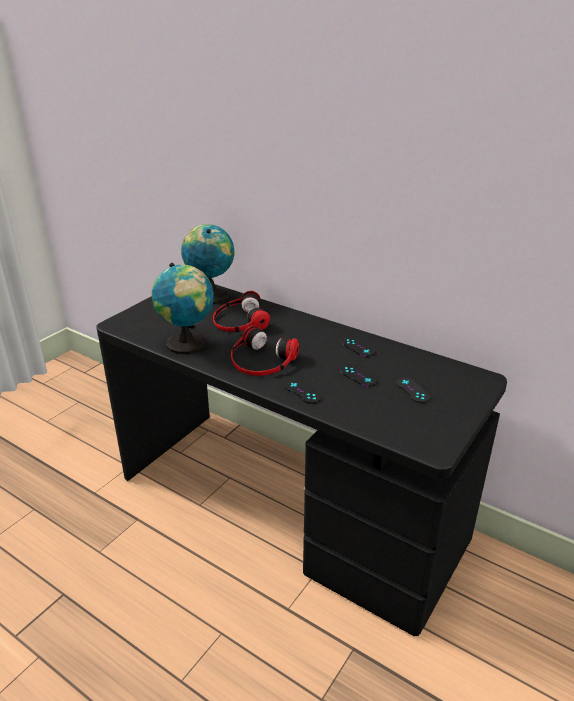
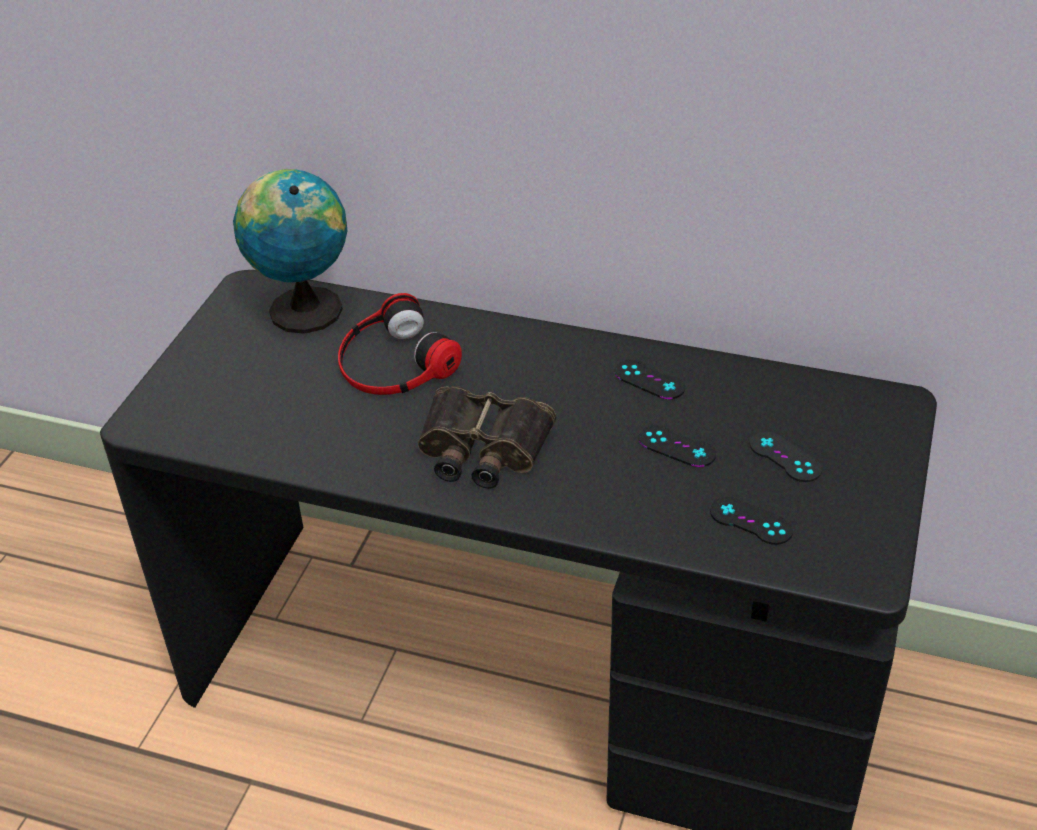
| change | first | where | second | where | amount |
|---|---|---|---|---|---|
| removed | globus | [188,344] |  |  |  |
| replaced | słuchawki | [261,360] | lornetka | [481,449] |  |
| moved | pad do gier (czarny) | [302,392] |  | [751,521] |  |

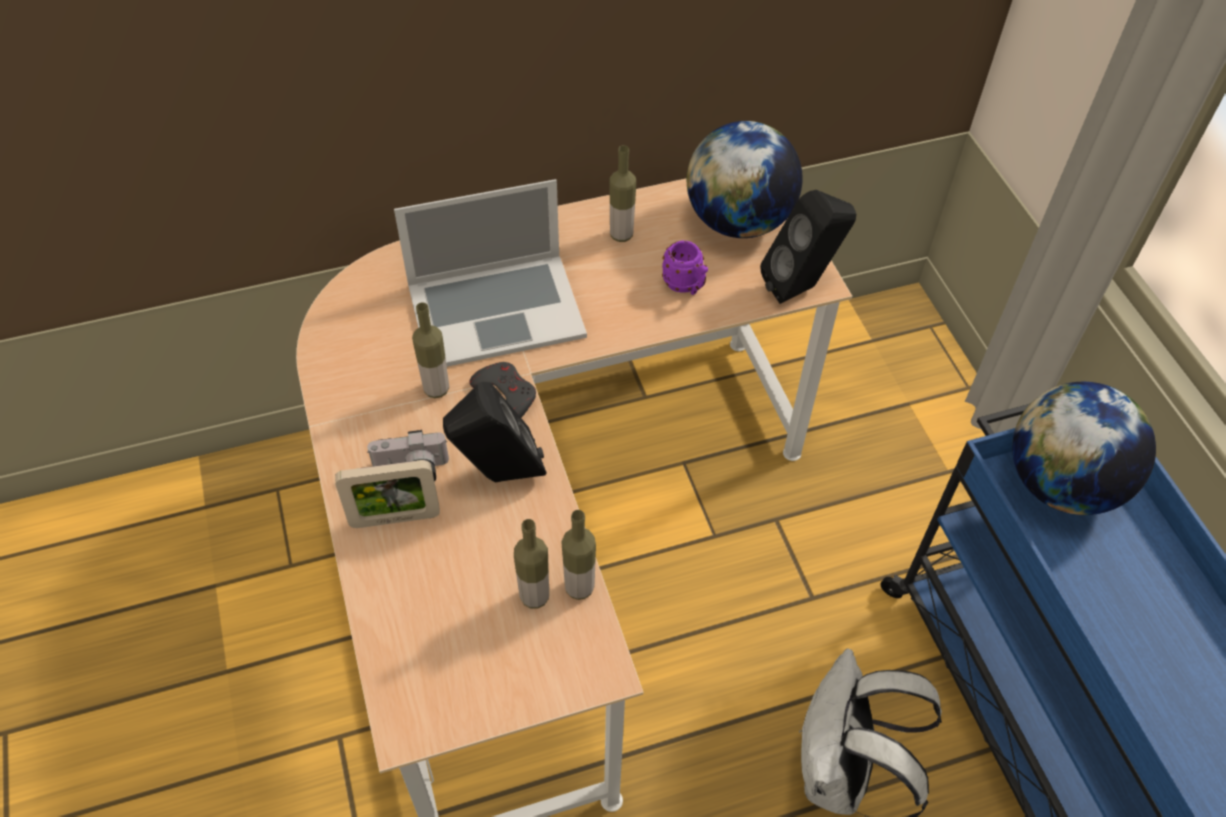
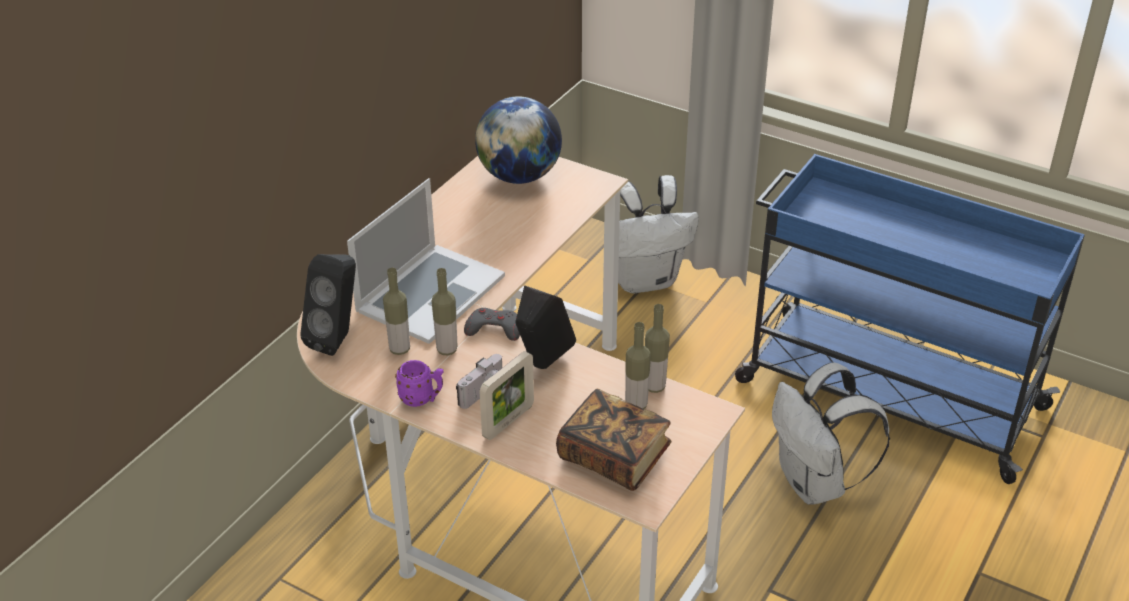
| change | first | where | second | where | amount |
|---|---|---|---|---|---|
| moved | butelka | [621,235] |  | [399,349] |  |
| moved | głośnik (czarny) | [801,287] |  | [338,339] |  |
| moved | kubek (fioletowy) | [685,286] |  | [422,399] |  |
| removed | globus | [1061,484] |  |  |  |
| added |  |  | plecak (biały) | [646,279] |  |
| added |  |  | książka | [614,457] |  |

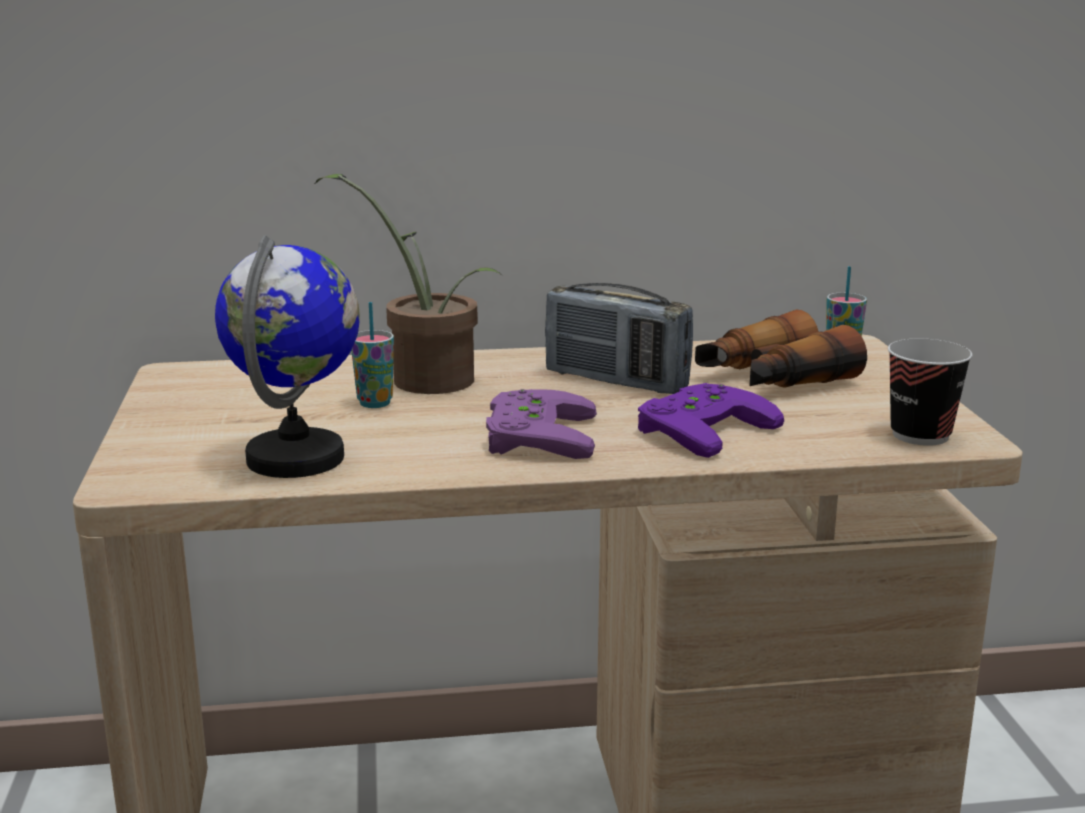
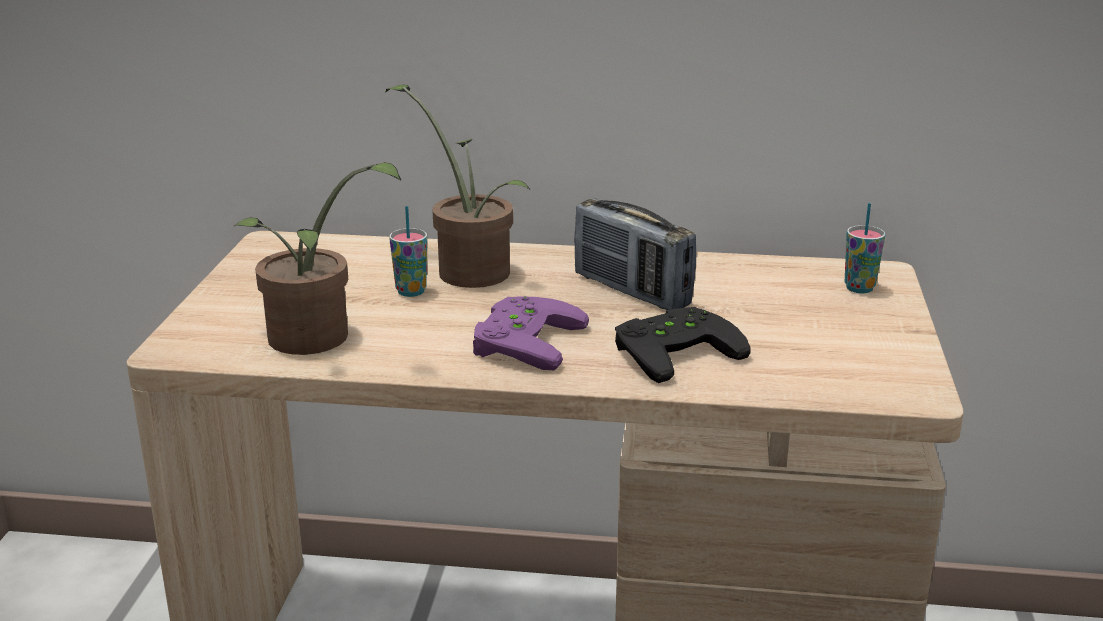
| change | first | where | second | where | amount |
|---|---|---|---|---|---|
| replaced | globus | [297,458] | roślina doniczkowa | [316,340] |  |
| removed | lornetka | [772,380] |  |  |  |
| removed | filiżanka | [920,435] |  |  |  |
| recoloured | pad do gier (fioletowy) | [699,427] | pad do gier (czarny) | [673,349] |  |

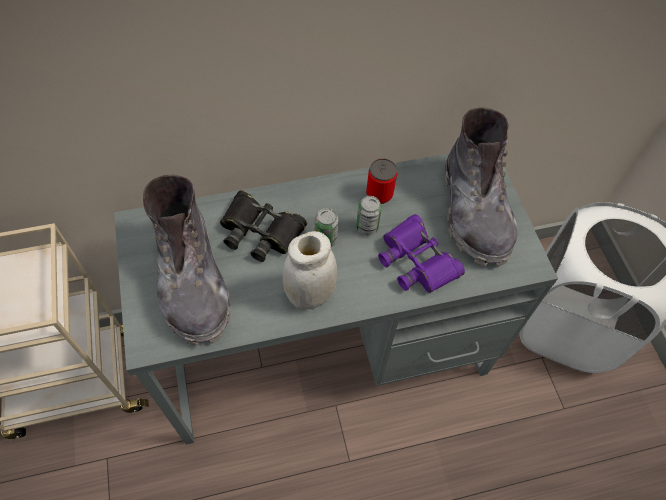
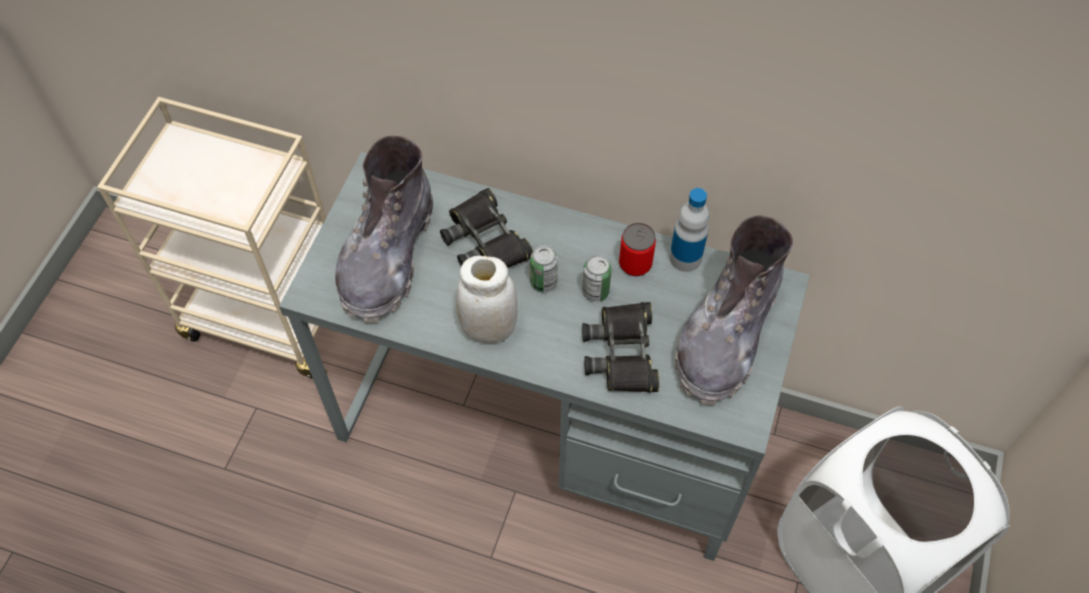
| change | first | where | second | where | amount |
|---|---|---|---|---|---|
| recoloured | lornetka (fioletowy) | [417,260] | lornetka (czarny) | [622,352] |  |
| added |  |  | butelka | [685,258] |  |

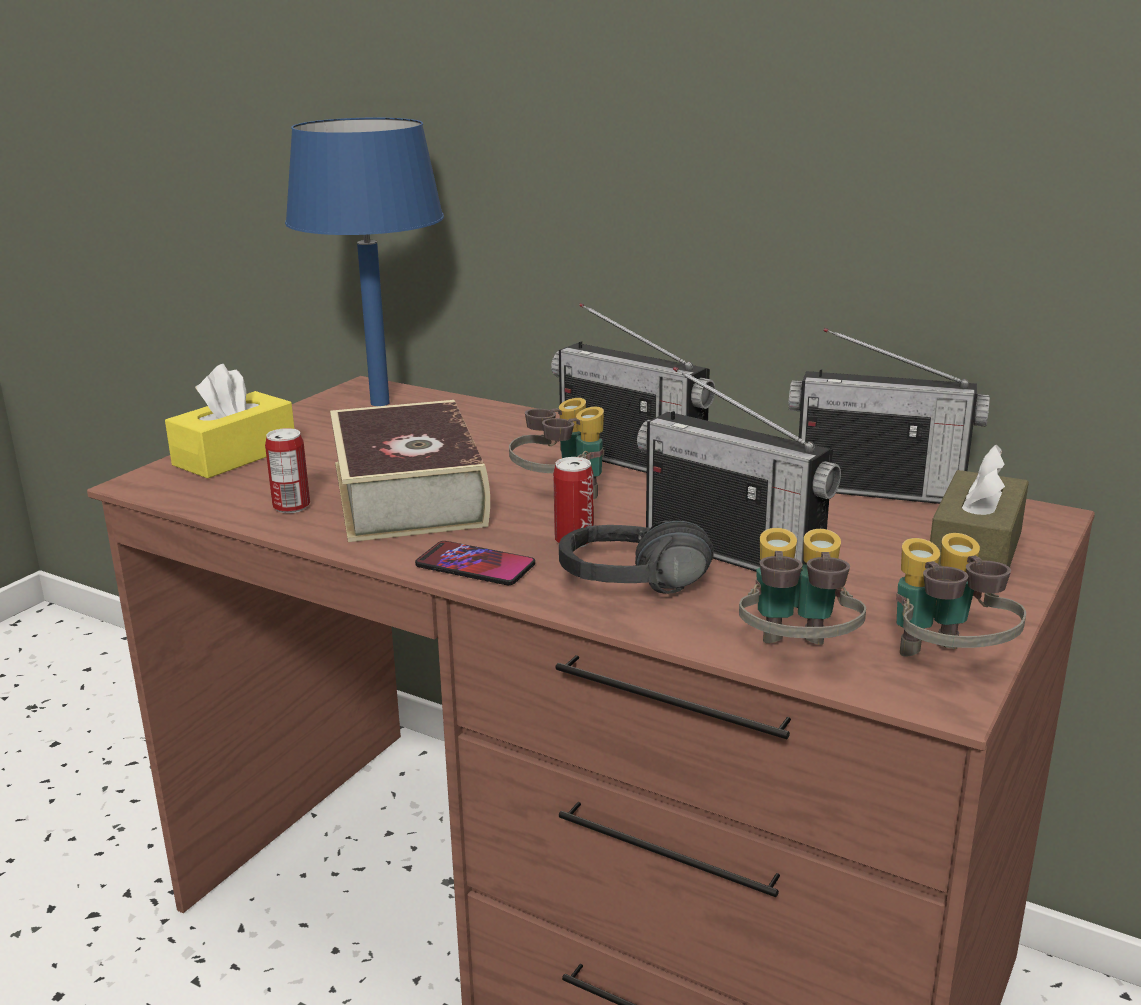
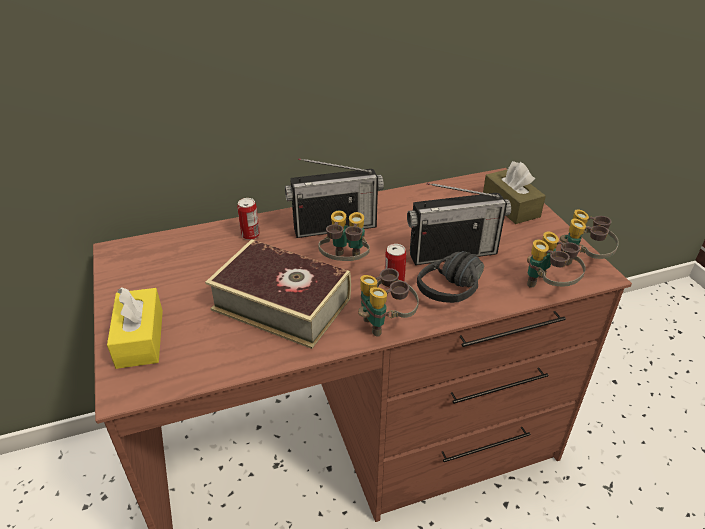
| change | first | where | second | where | amount |
|---|---|---|---|---|---|
| removed | lampa stołowa (niebieski) | [379,403] |  |  |  |
| removed | radio | [878,490] |  |  |  |
| moved | puszka | [291,506] |  | [250,235] |  |
| replaced | telefon | [475,565] | lornetka | [385,322] |  |

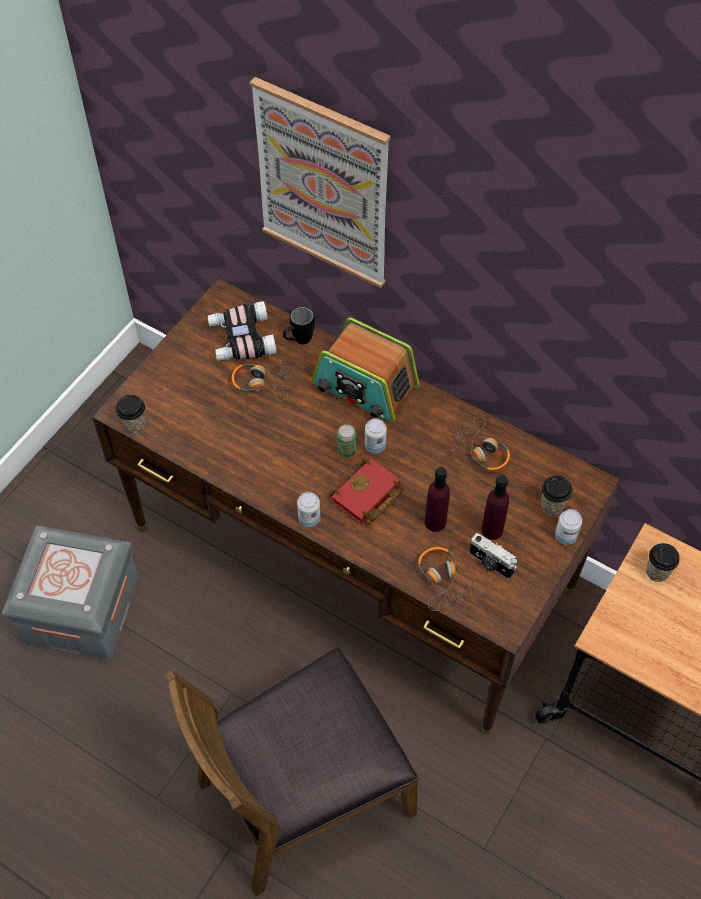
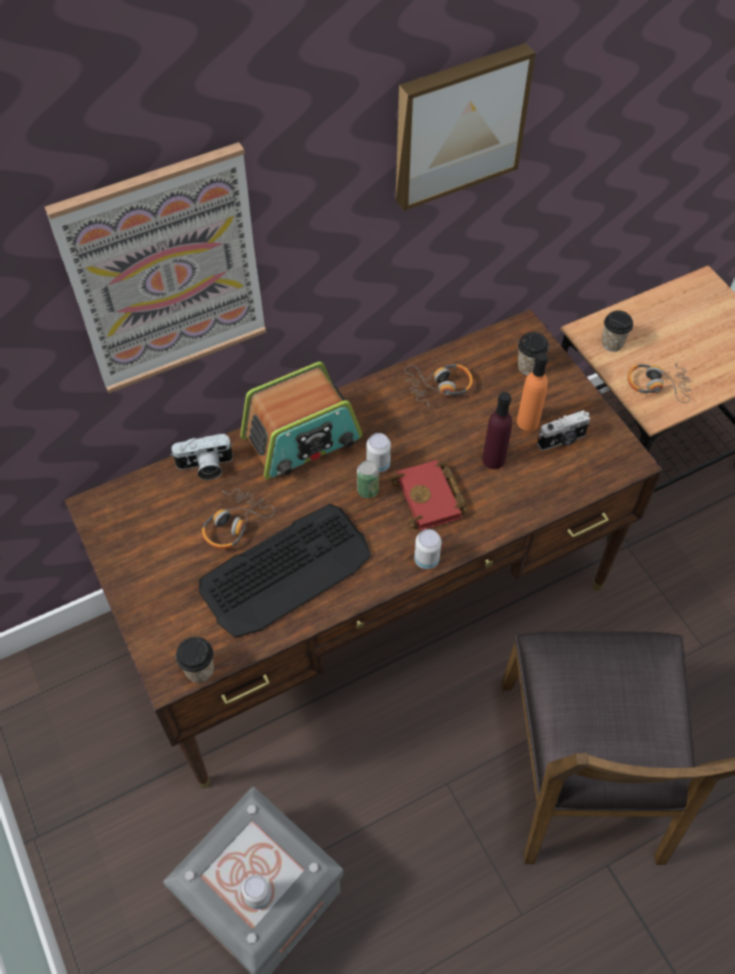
| change | first | where | second | where | amount |
|---|---|---|---|---|---|
| removed | lornetka | [240,339] |  |  |  |
| replaced | kubek (czarny) | [298,341] | aparat fotograficzny | [205,467] |  |
| recoloured | butelka (fioletowy) | [492,530] | butelka (pomarańczowy) | [528,421] |  |
| moved | puszka | [565,536] |  | [258,896] |  |
| moved | słuchawki | [442,580] |  | [657,385] |  |
| added |  |  | obraz | [458,124] |  |
| added |  |  | klawiatura | [286,570] |  |

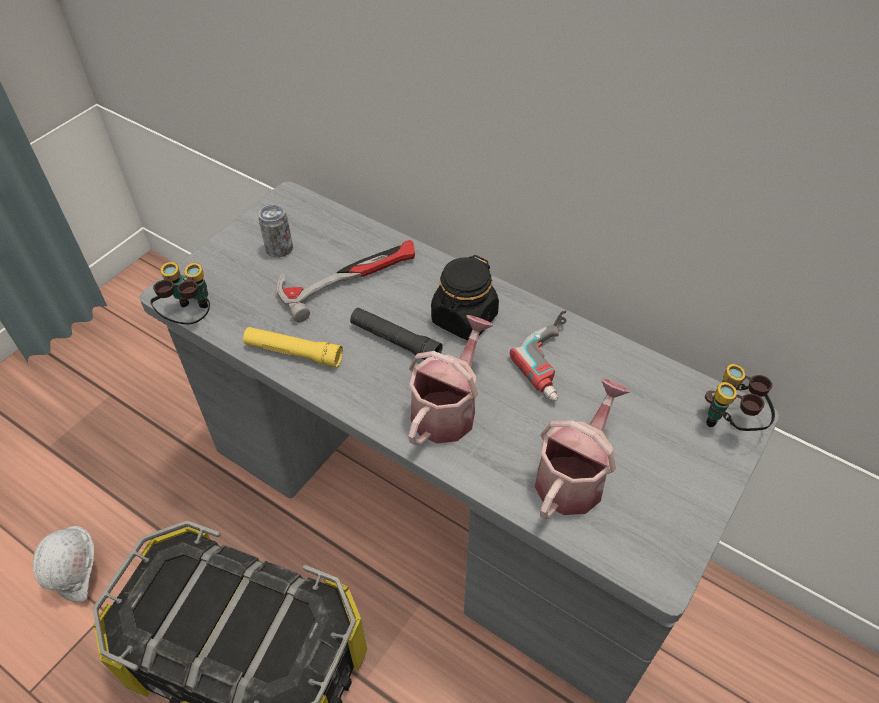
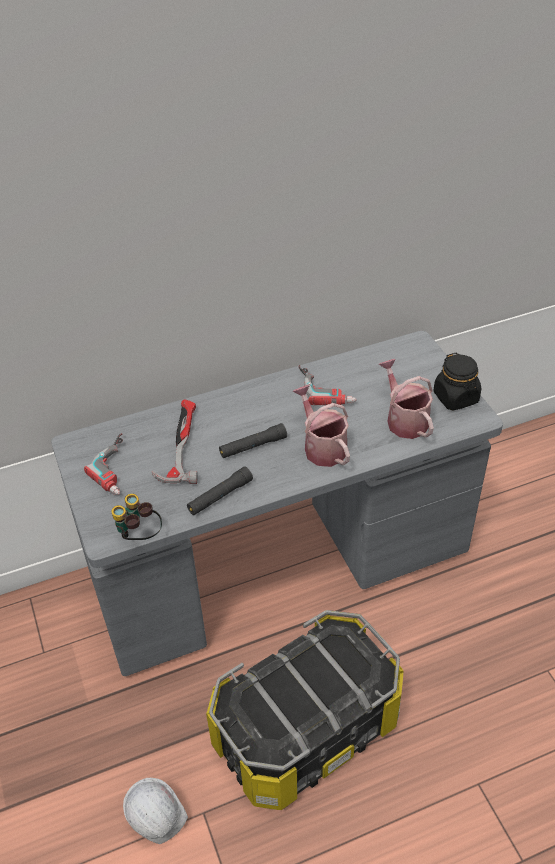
| change | first | where | second | where | amount |
|---|---|---|---|---|---|
| replaced | puszka | [279,249] | wiertarka | [119,468] |  |
| moved | słoik (czarny) | [464,319] |  | [456,397] |  |
| recoloured | latarka (żółty) | [293,353] | latarka (czarny) | [220,496] |  |
| removed | lornetka | [731,423] |  |  |  |

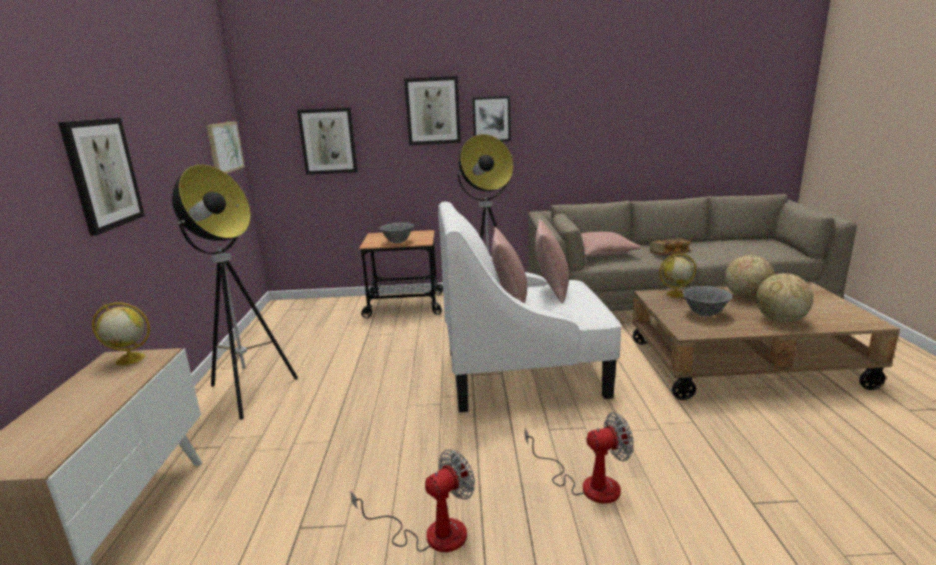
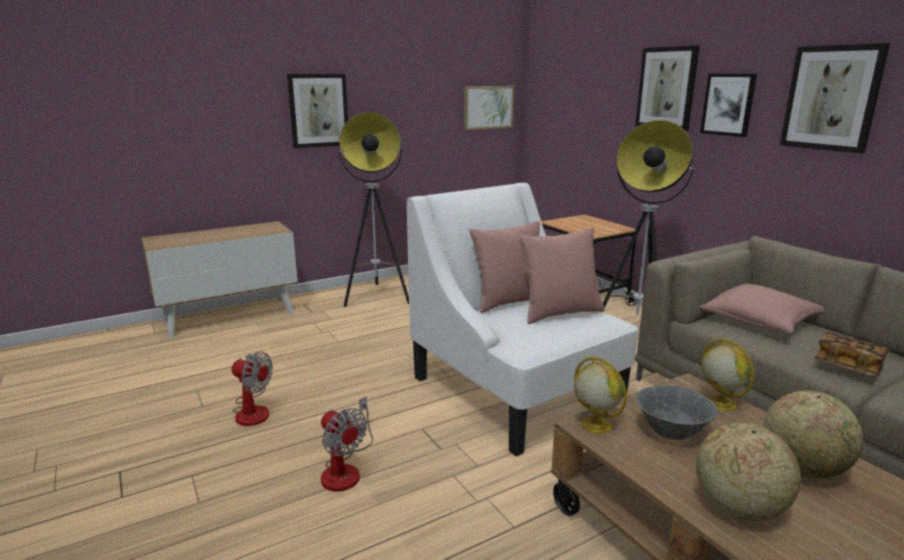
| change | first | where | second | where | amount |
|---|---|---|---|---|---|
| moved | obraz | [328,141] |  | [832,98] |  |
| removed | miska (szary) | [398,242] |  |  |  |
| moved | globus | [129,359] |  | [595,424] |  |

